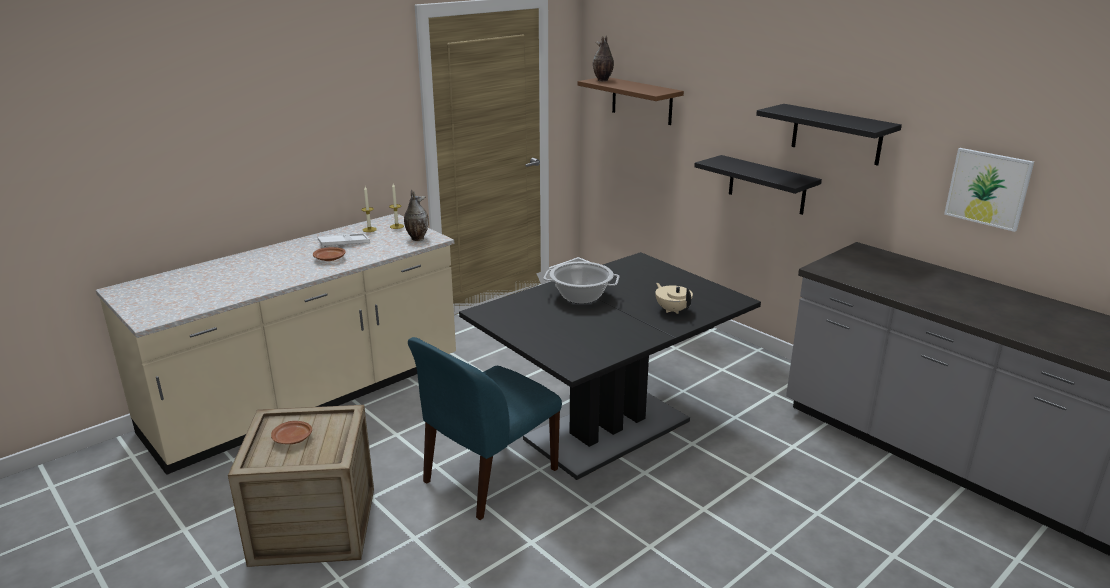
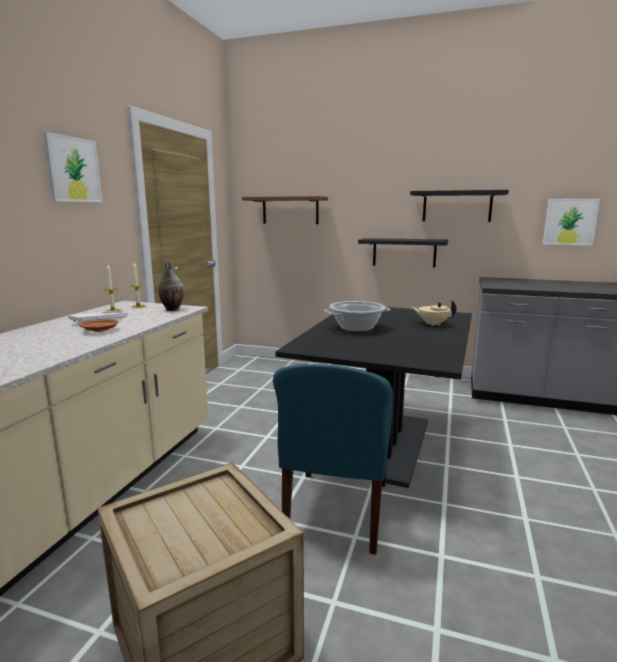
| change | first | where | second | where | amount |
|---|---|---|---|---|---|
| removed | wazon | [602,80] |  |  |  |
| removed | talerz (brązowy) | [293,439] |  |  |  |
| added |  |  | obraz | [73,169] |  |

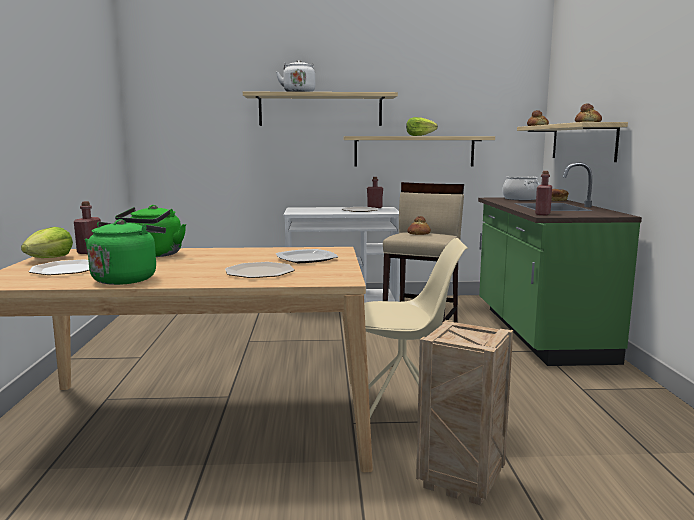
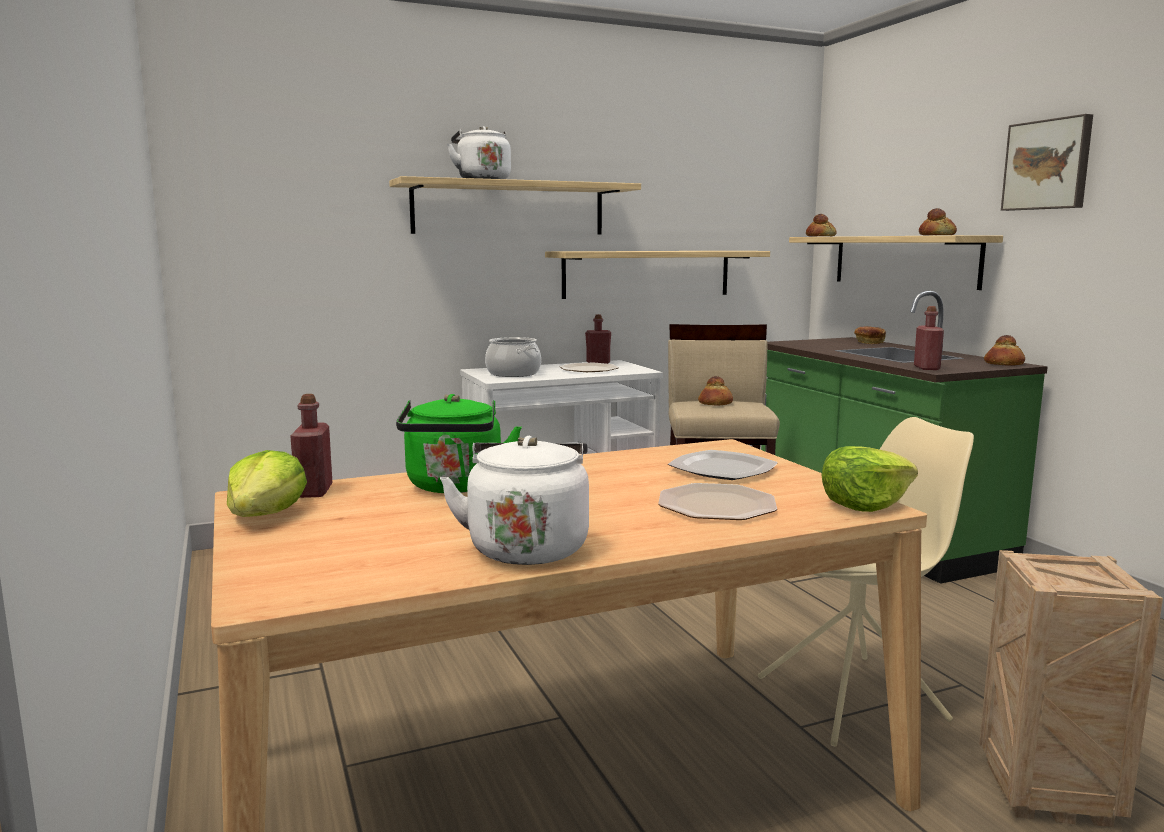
| change | first | where | second | where | amount |
|---|---|---|---|---|---|
| moved | sałata | [419,136] |  | [864,504] |  |
| moved | garnek | [520,199] |  | [513,373] |  |
| recoloured | czajnik (zielony) | [127,279] | czajnik (biały) | [527,547] |  |
| removed | talerz | [66,269] |  |  |  |
| added |  |  | obraz | [1048,165] |  |
| added |  |  | chleb | [1004,364] |  |

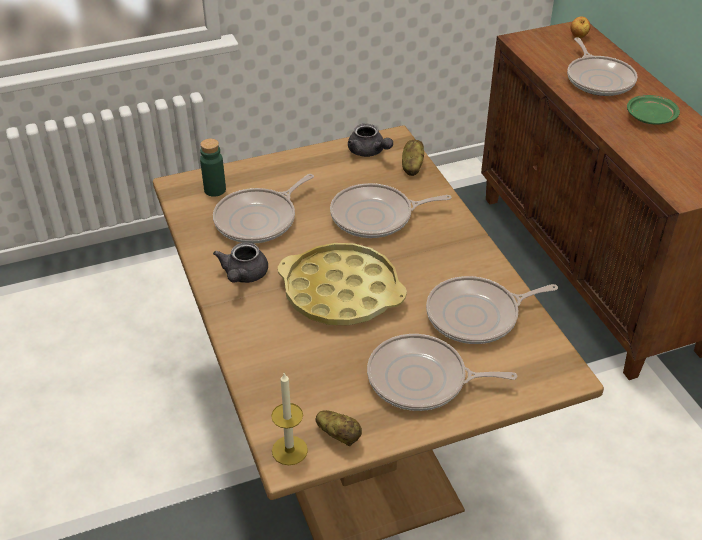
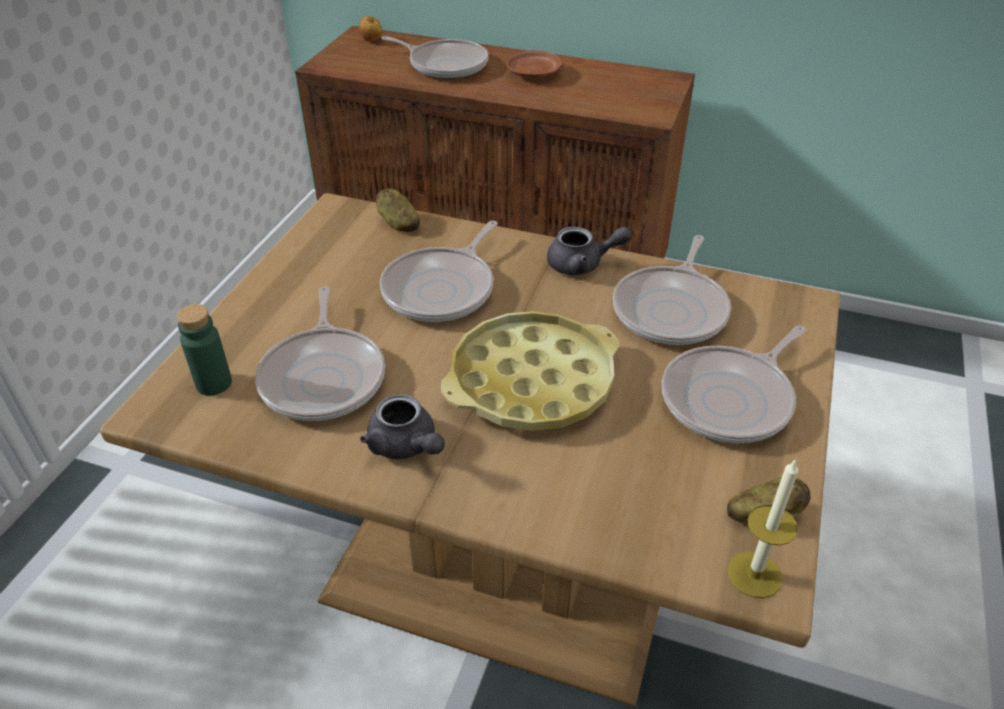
| change | first | where | second | where | amount |
|---|---|---|---|---|---|
| recoloured | talerz (zielony) | [651,117] | talerz (brązowy) | [533,73] |  |
| moved | imbryk (szary) | [369,152] |  | [582,264] |  |

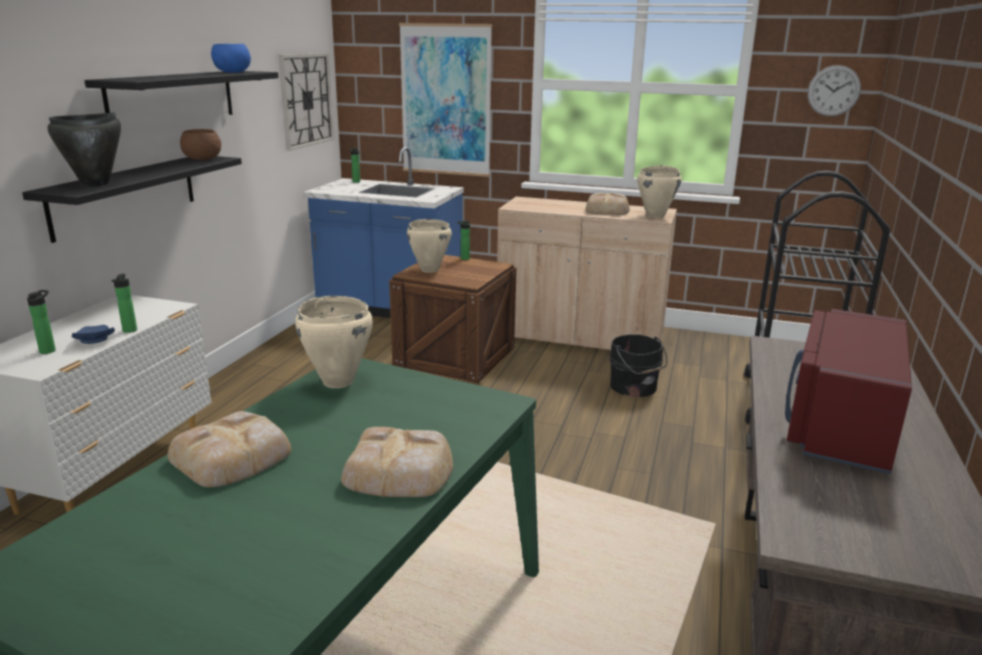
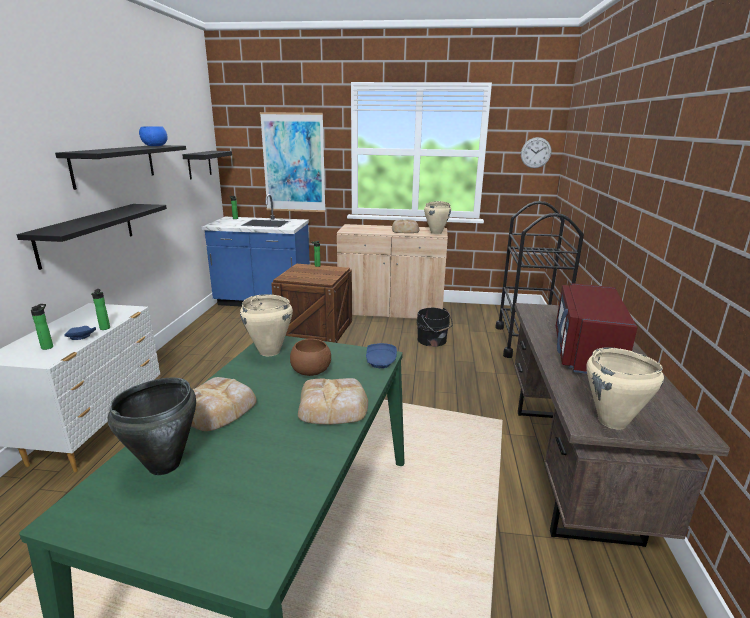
| change | first | where | second | where | amount |
|---|---|---|---|---|---|
| replaced | zegar ścienny | [306,100] | półka (czarny) | [199,164] |  |
| moved | garnek (czarny) | [96,184] |  | [165,465] |  |
| moved | miska (brązowy) | [202,159] |  | [311,372] |  |
| moved | garnek (beżowy) | [429,270] |  | [612,422] |  |
| added |  |  | talerz (niebieski) | [381,362] |  |

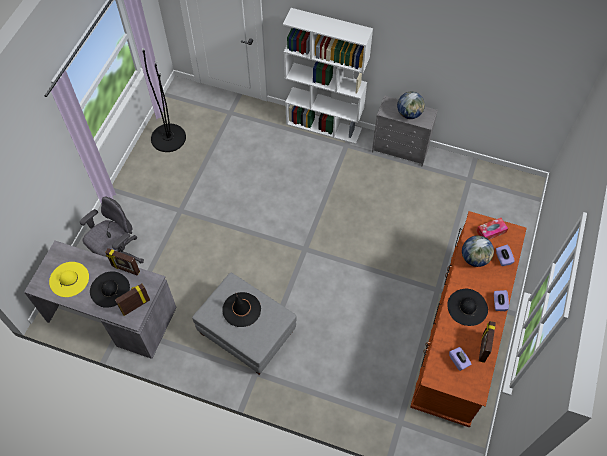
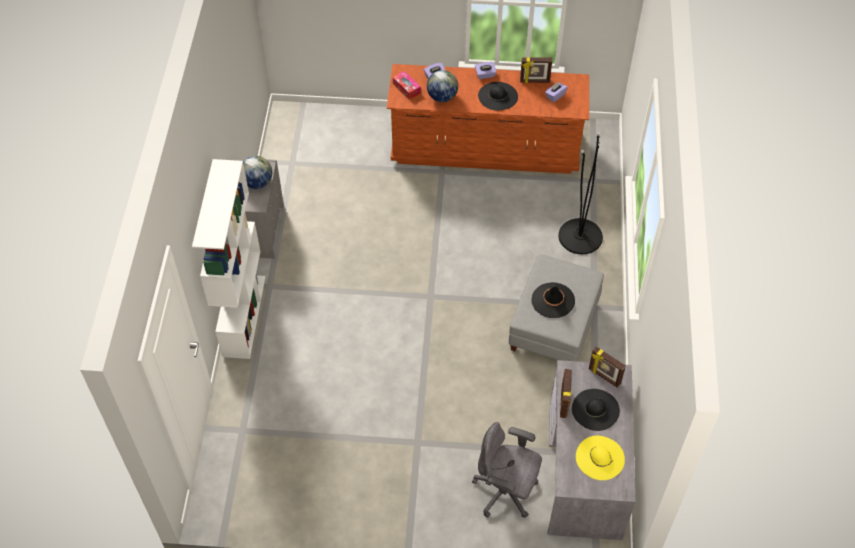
| change | first | where | second | where | amount |
|---|---|---|---|---|---|
| moved | lampa stojąca (czarny) | [168,138] |  | [580,236] |  |

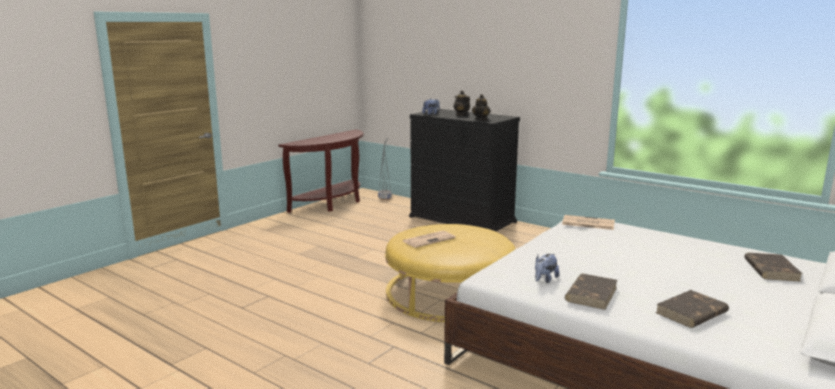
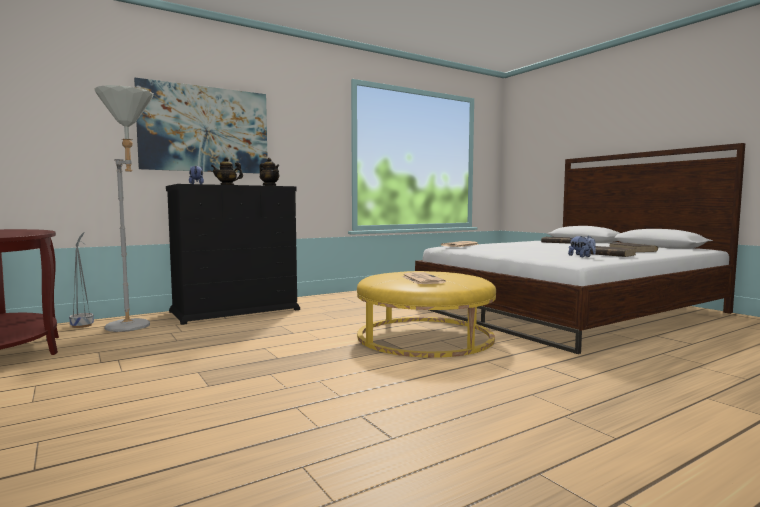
| change | first | where | second | where | amount |
|---|---|---|---|---|---|
| added |  |  | obraz | [205,129] |  |
| added |  |  | lampa stojąca (szary) | [134,328] |  |

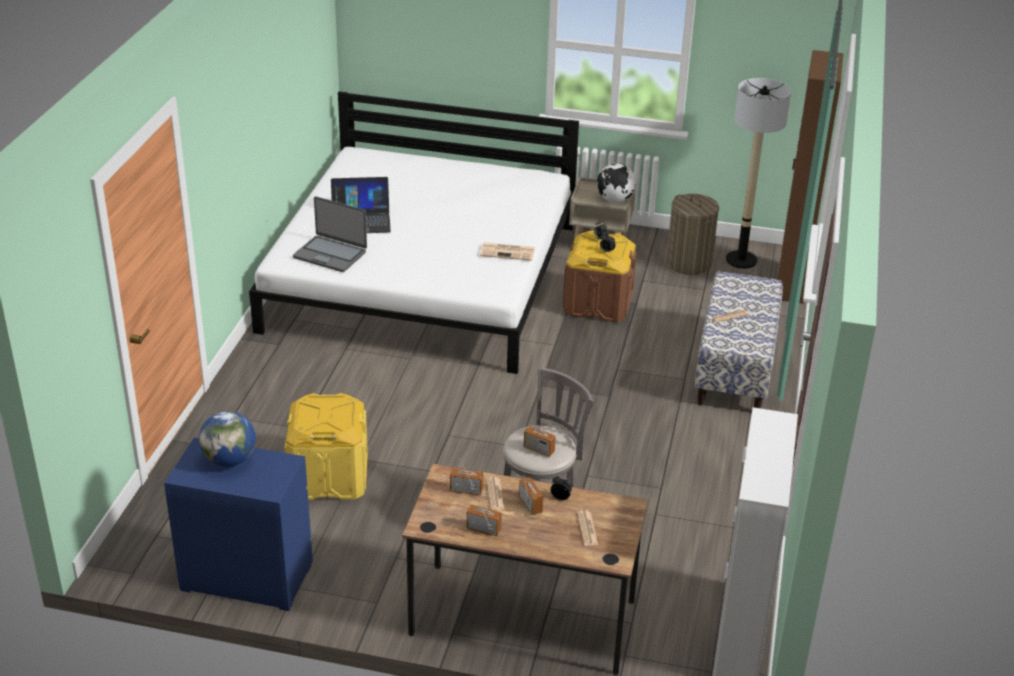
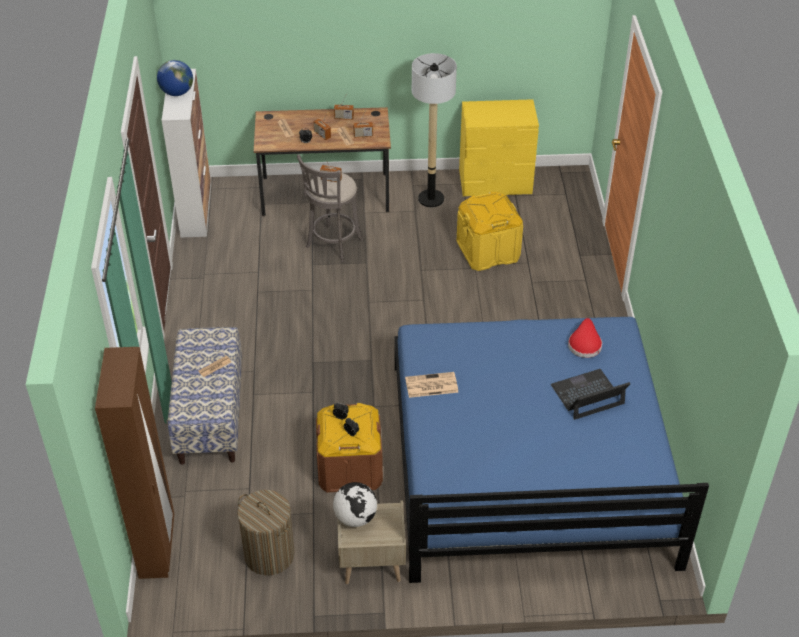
| change | first | where | second | where | amount |
|---|---|---|---|---|---|
| moved | lampa stojąca | [741,260] |  | [431,199] |  |
| recoloured | łóżko (biały) | [423,277] | łóżko (niebieski) | [528,462] |  |
| replaced | laptop | [330,254] | kapelusz (czerwony) | [584,344] |  |
| moved | globus | [229,460] |  | [177,93] |  |
| recoloured | komoda (niebieski) | [246,577] | komoda (żółty) | [495,183] |  |

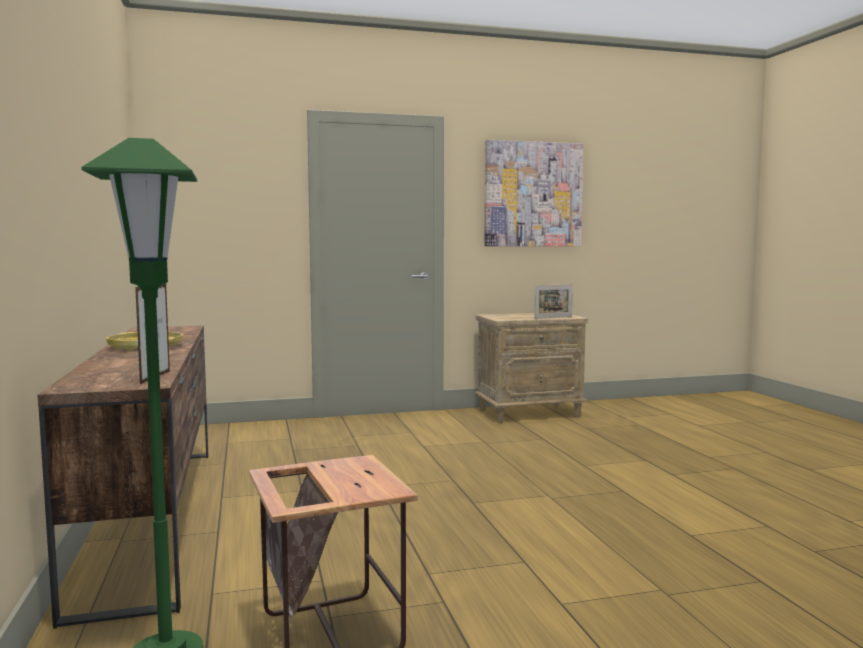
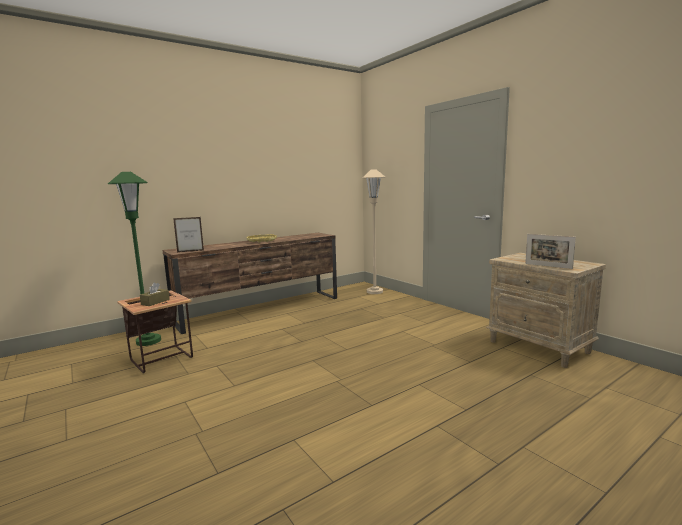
| change | first | where | second | where | amount |
|---|---|---|---|---|---|
| removed | obraz | [533,194] |  |  |  |
| added |  |  | lampa stojąca (beżowy) | [374,292] |  |
| added |  |  | pudełko chusteczek (brązowy) | [155,302] |  |

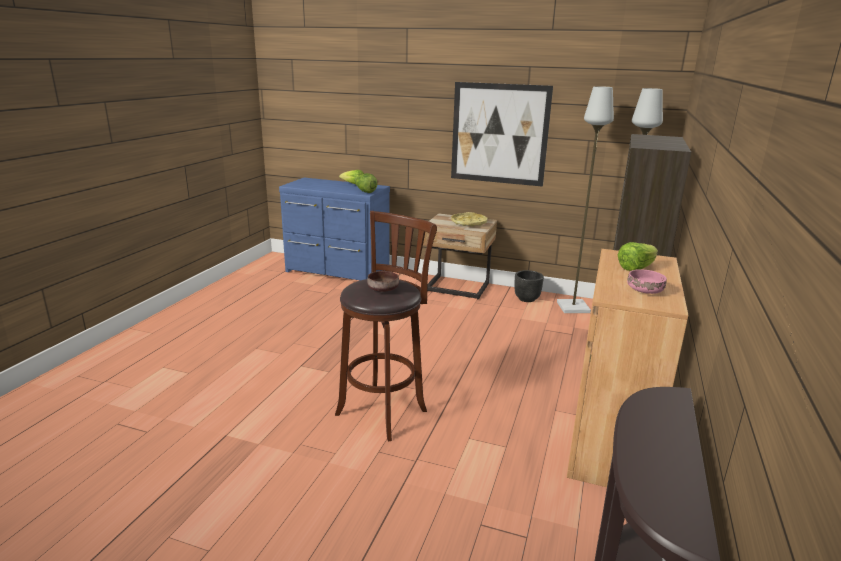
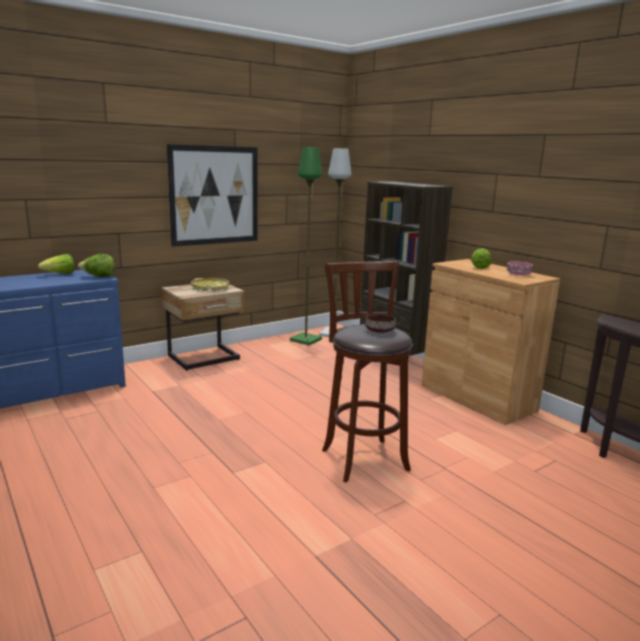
| change | first | where | second | where | amount |
|---|---|---|---|---|---|
| recoloured | lampa stojąca (szary) | [574,307] | lampa stojąca (zielony) | [306,340] |  |
| removed | donica (czarny) | [526,299] |  |  |  |

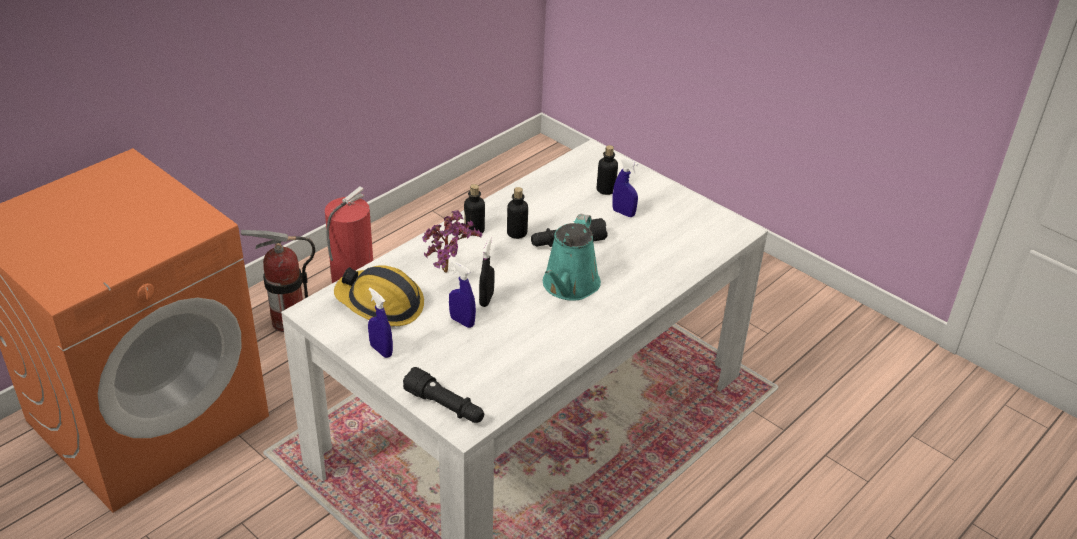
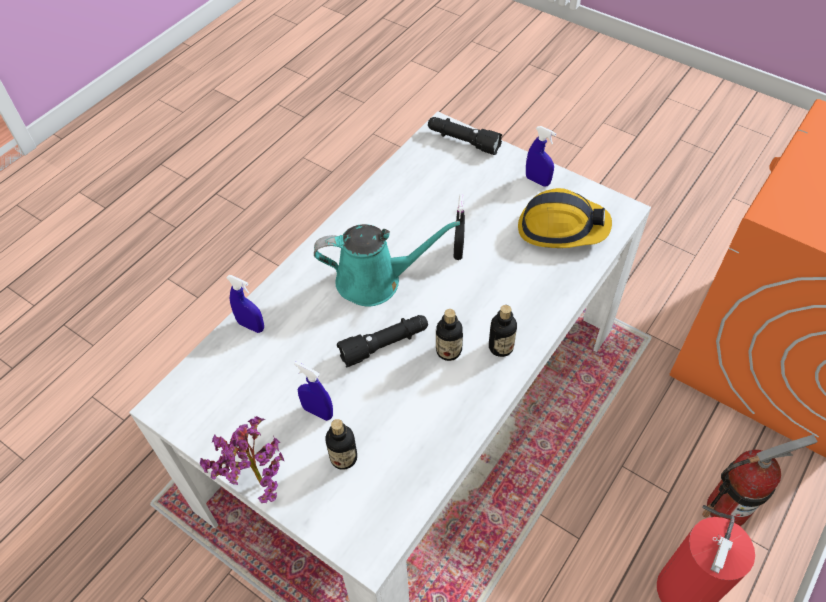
| change | first | where | second | where | amount |
|---|---|---|---|---|---|
| moved | roślina doniczkowa | [450,272] |  | [256,482] |  |
| turned | konewka (turkusowy) | [569,286] |  | [375,280] | 75 degrees clockwise |
| moved | spryskiwacz (niebieski) | [462,321] |  | [251,326] |  |

